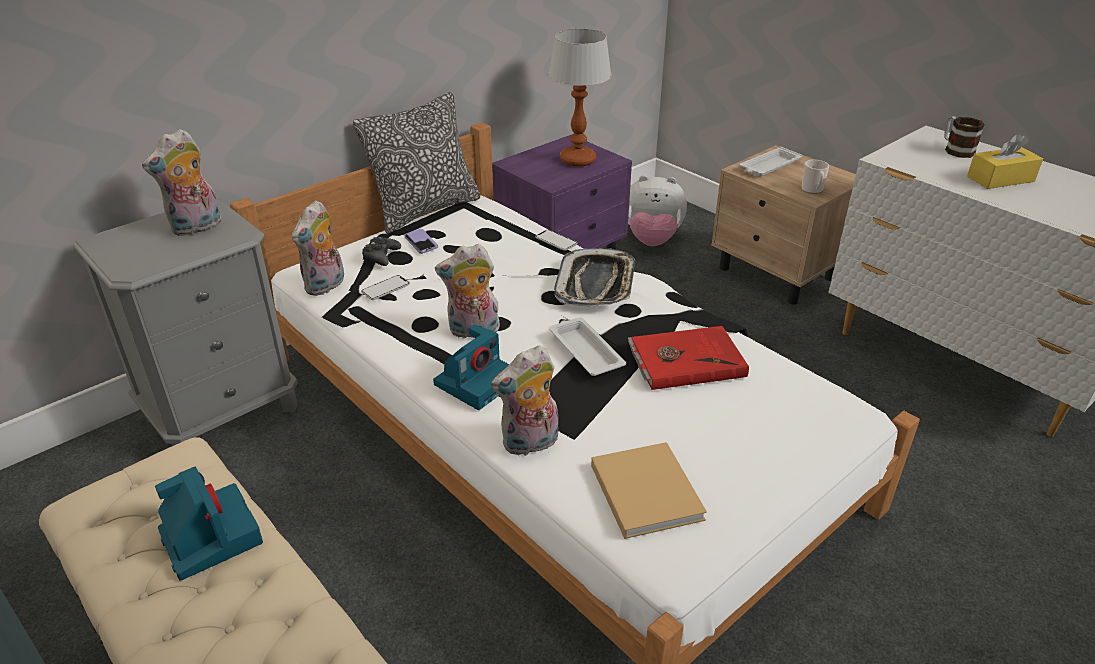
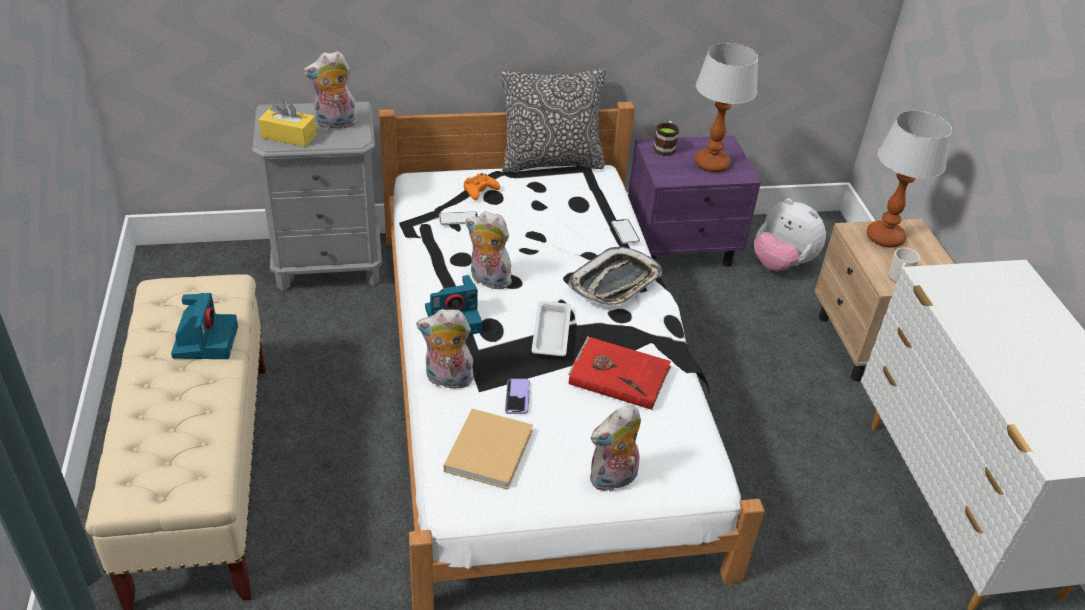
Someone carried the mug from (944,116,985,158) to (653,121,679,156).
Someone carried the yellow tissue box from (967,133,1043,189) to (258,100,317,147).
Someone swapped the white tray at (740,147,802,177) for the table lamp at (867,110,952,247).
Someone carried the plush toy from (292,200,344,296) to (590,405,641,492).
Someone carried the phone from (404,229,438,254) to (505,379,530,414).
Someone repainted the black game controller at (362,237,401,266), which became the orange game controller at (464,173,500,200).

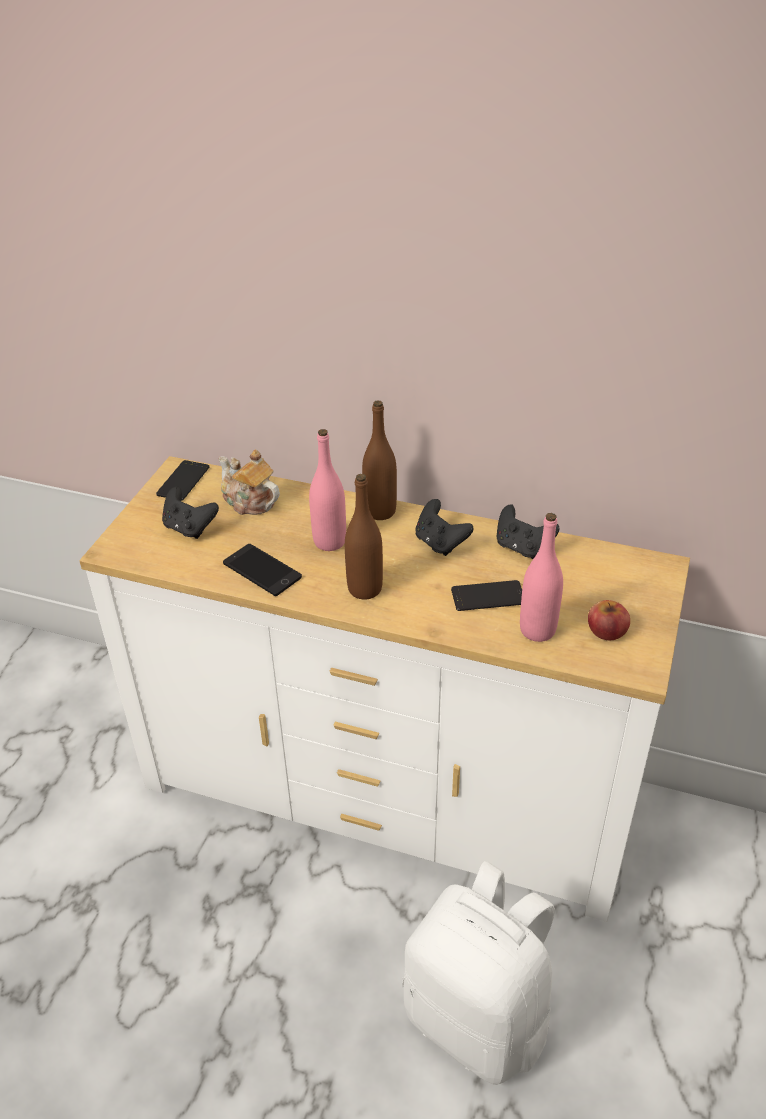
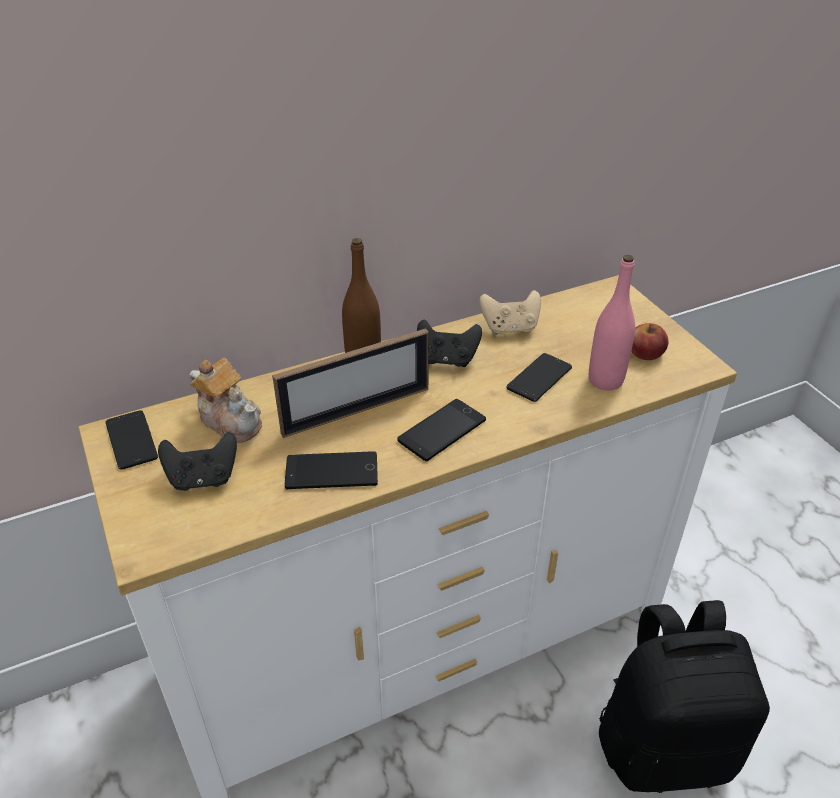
Someone swapped the pink bottle at (309,429,346,551) for the picture frame at (272,328,429,438).
Someone rotated the teapot at (218,449,280,515) by 135 degrees counterclockwise.
Someone swapped the brown bottle at (345,474,383,600) for the phone at (397,399,486,461).
Someone repainted the black game controller at (497,504,559,559), which became the beige game controller at (479,290,541,335).
Someone repainted the white backpack at (402,861,555,1085), which became the black backpack at (599,600,770,793).

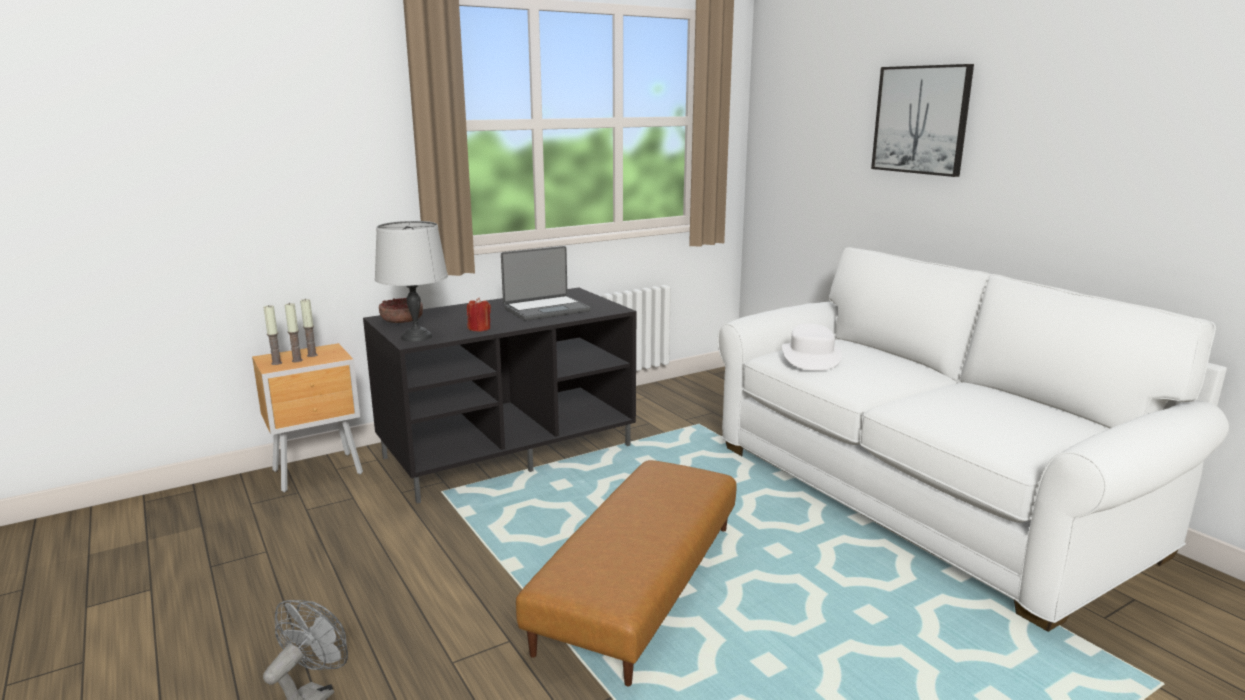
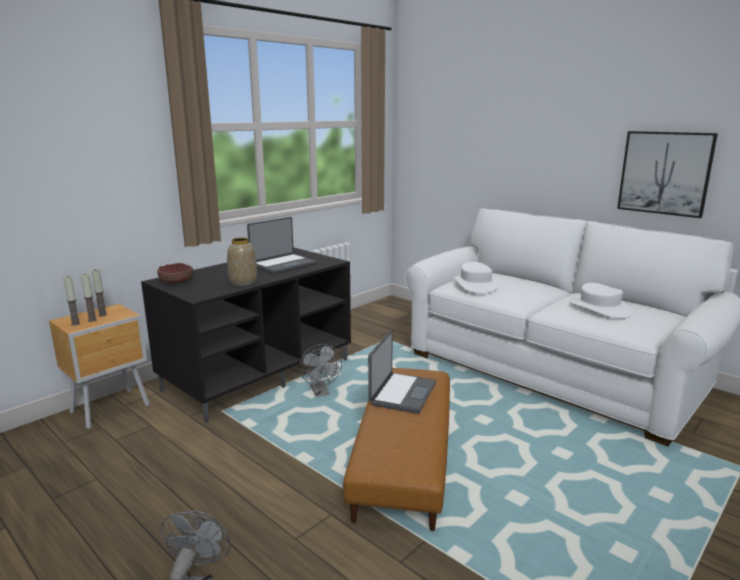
Someone carried the picture from (871,64,974,177) to (617,131,718,218).
Someone took away the grey table lamp at (375,221,448,342).
Someone swapped the red candle at (467,298,491,332) for the vase at (227,238,257,286).
Someone put down the white hat at (569,283,633,319).
Someone put down the laptop at (368,330,436,414).
Someone put down the grey fan at (300,344,342,397).

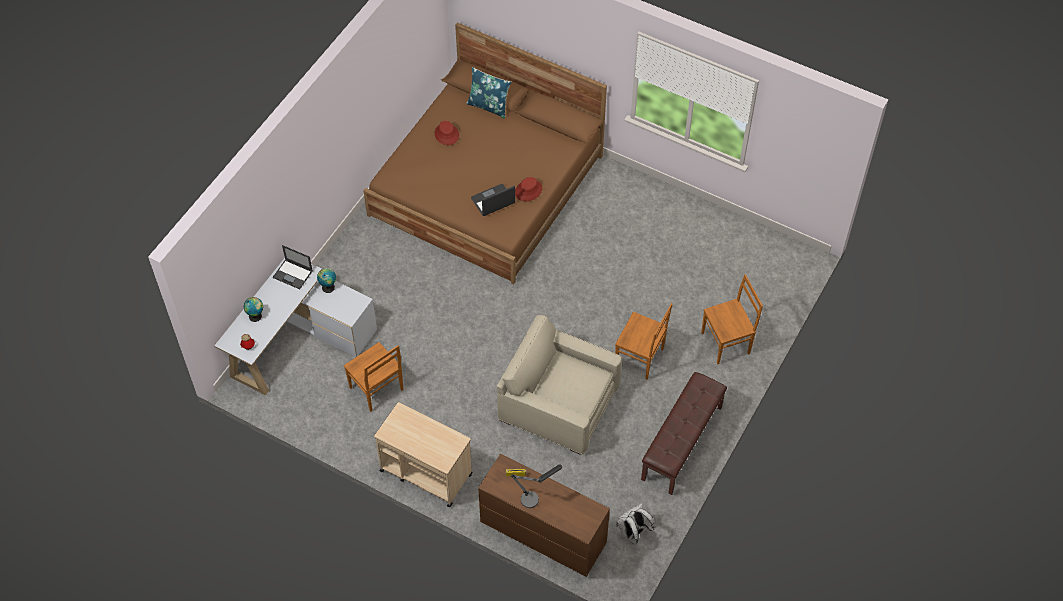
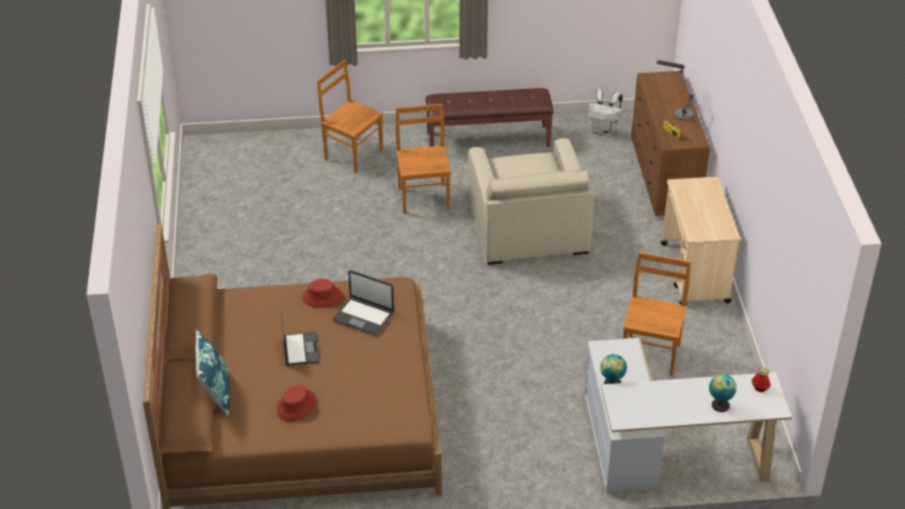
Someone carried the laptop from (273,245,313,289) to (281,311,320,366).

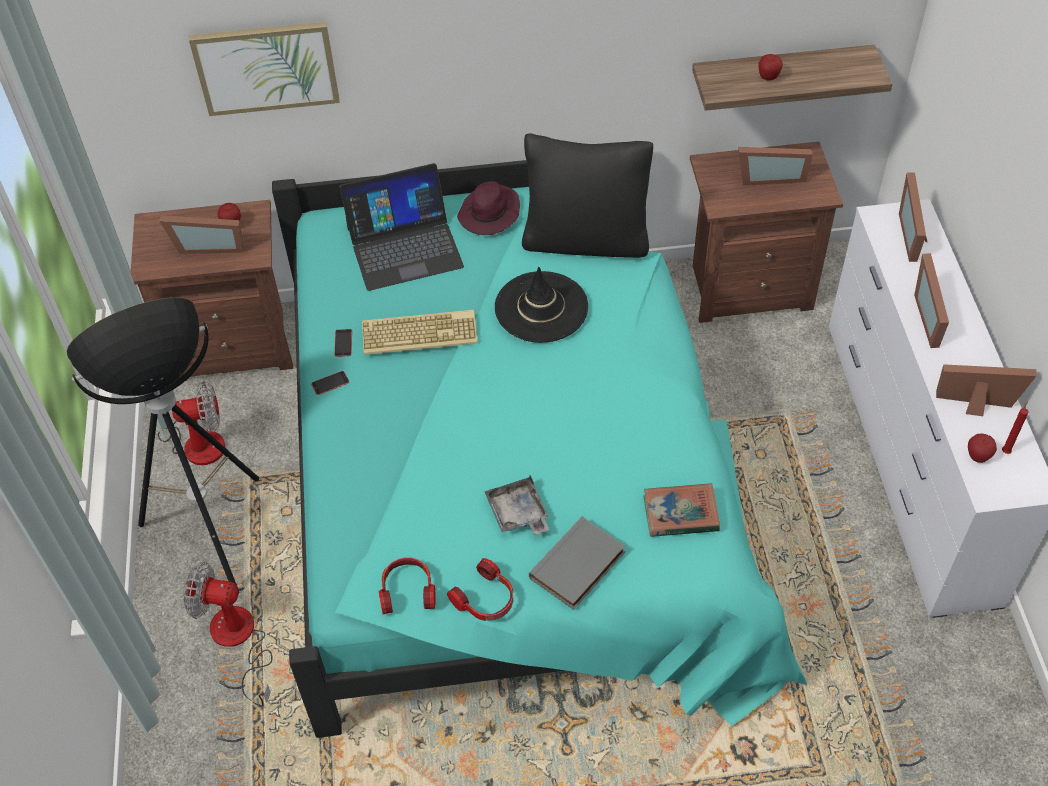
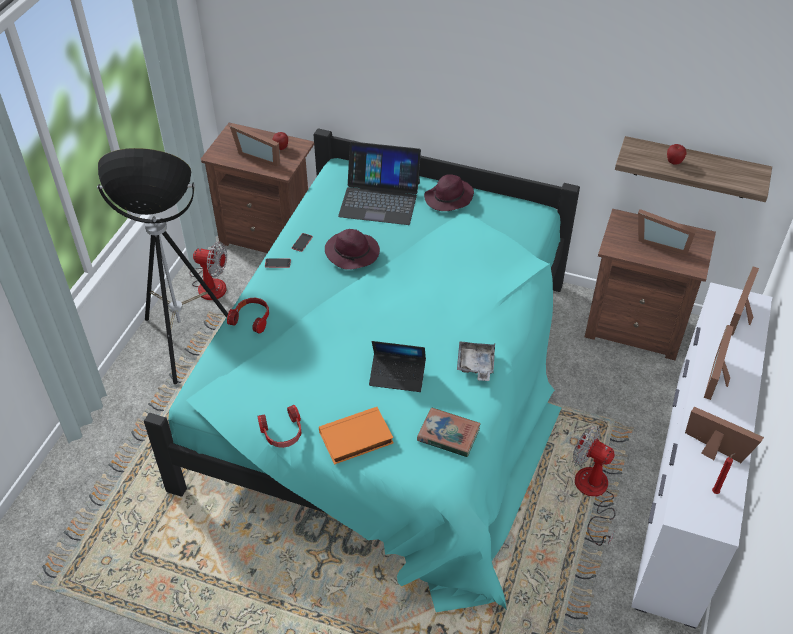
Someone took away the picture at (189,22,340,116).
Someone took away the black pillow at (522,133,653,258).
Someone took away the black hat at (495,267,588,343).
Someone swapped the keyboard at (362,310,478,355) for the purple hat at (325,229,380,270).
Someone took away the apple at (968,433,997,463).
Someone carried the grey tray from (484,475,549,535) to (457,341,495,381).
Someone repainted the grey book at (529,516,625,610), which became the orange book at (319,407,394,465).
Someone carried the headphones from (379,557,435,614) to (227,298,269,333).
Someone carried the fan from (184,561,273,707) to (573,426,615,546).
Someone put down the laptop at (369,341,426,392).

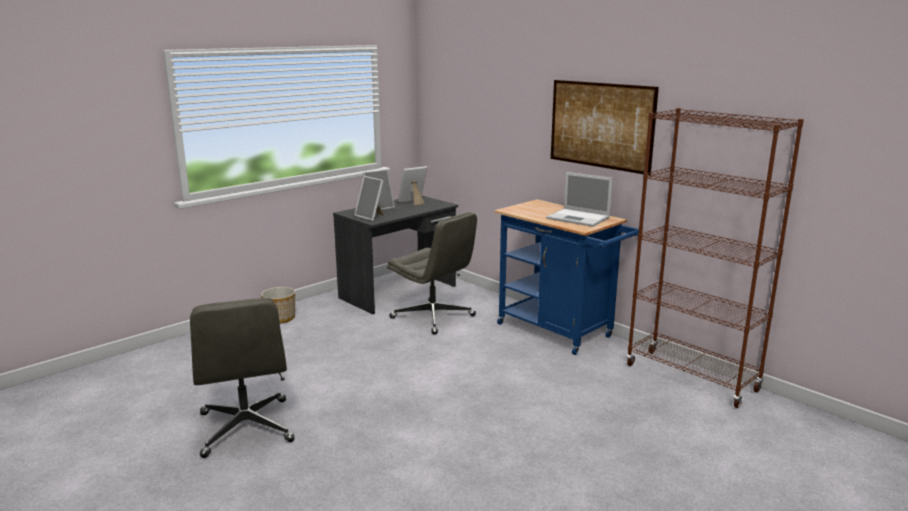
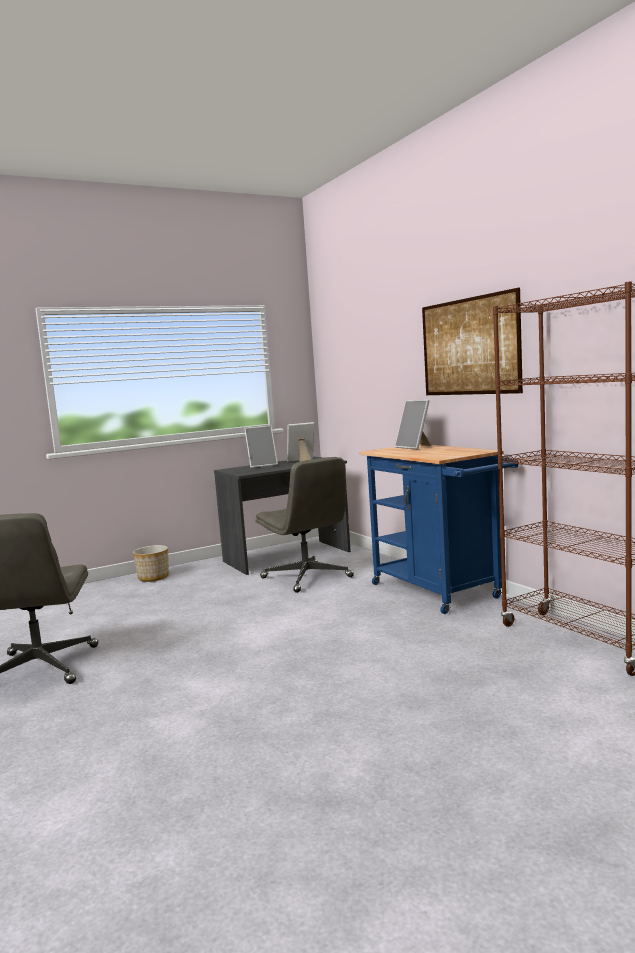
Someone took away the laptop at (546,172,613,227).
Someone carried the picture frame from (354,176,385,221) to (395,400,431,449).

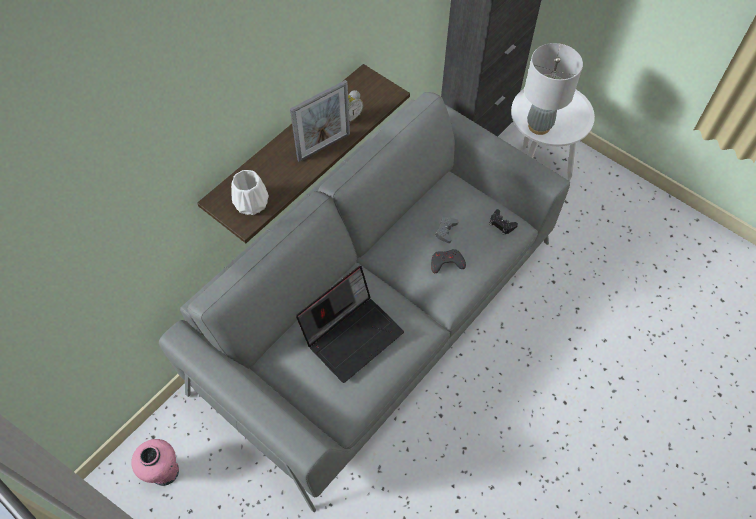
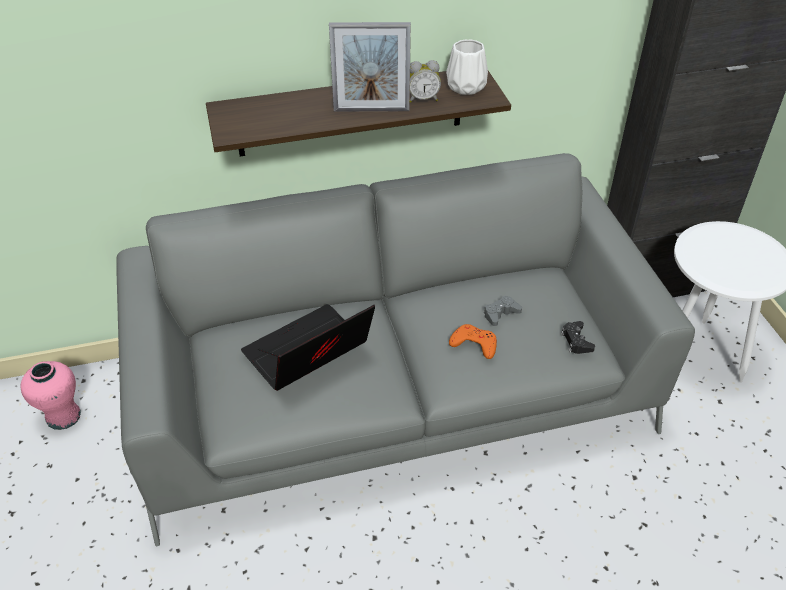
Someone took away the grey table lamp at (524,43,583,135).
Someone carried the white vase from (231,170,269,215) to (446,39,488,95).
Someone repainted the grey game controller at (431,249,466,273), which became the orange game controller at (449,324,497,359).
Someone rotated the laptop at (296,266,404,383) by 150 degrees clockwise.

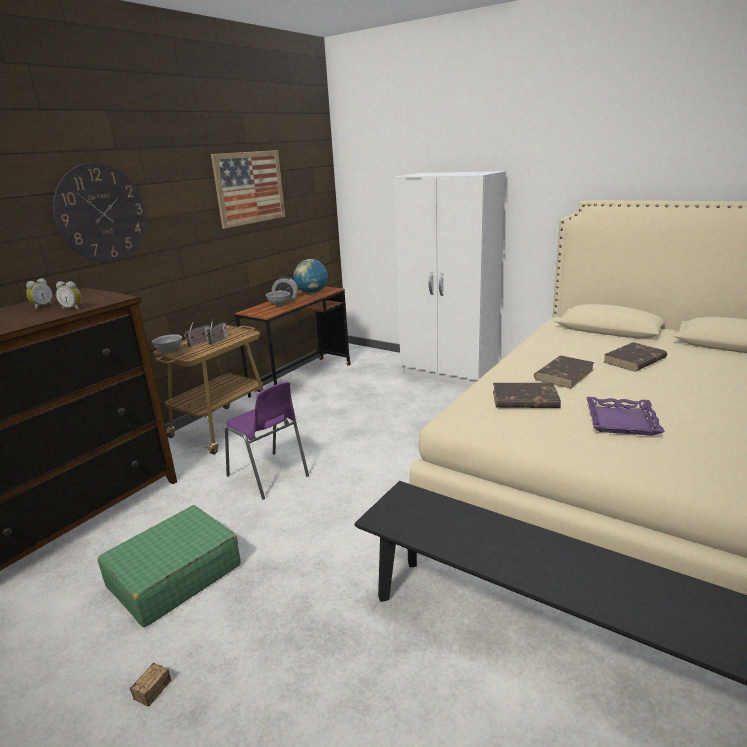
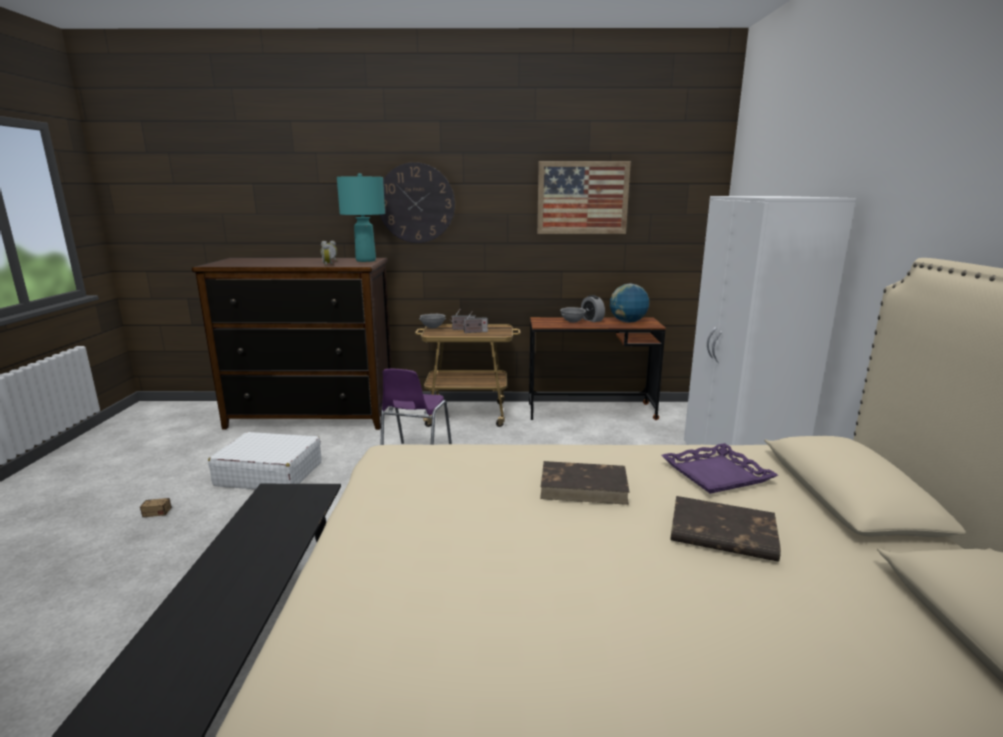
Someone took away the brown book at (493,383,561,408).
Someone carried the purple tray from (586,397,665,436) to (661,443,778,494).
Someone repainted the green suitcase at (98,505,241,627), which became the white suitcase at (208,432,322,489).
Someone put down the turquoise table lamp at (337,173,385,262).

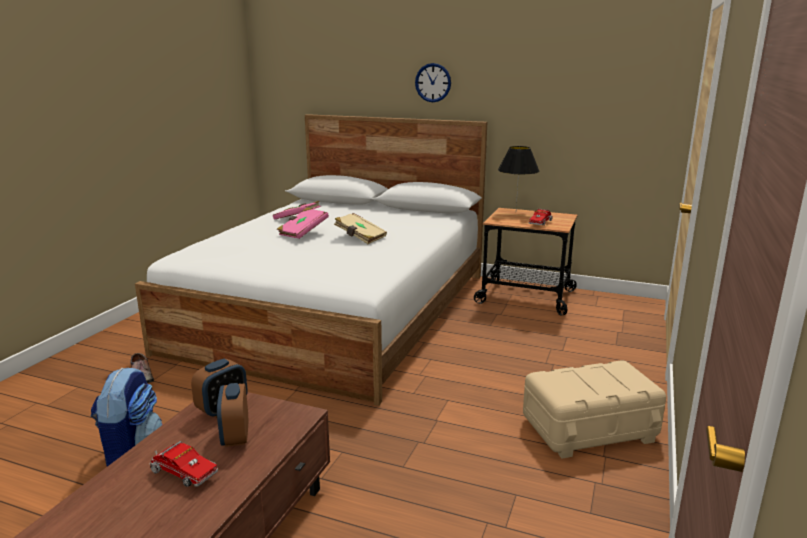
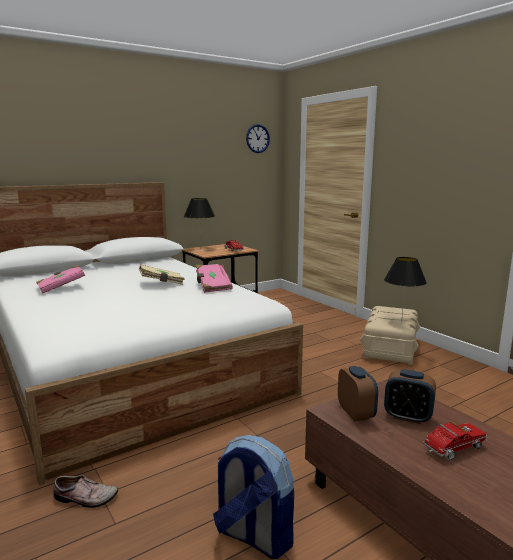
Someone carried the wall clock from (415,63,451,102) to (246,124,270,153).
Someone carried the pink book from (277,207,329,239) to (196,264,233,293).
Someone put down the black table lamp at (384,257,427,322).

